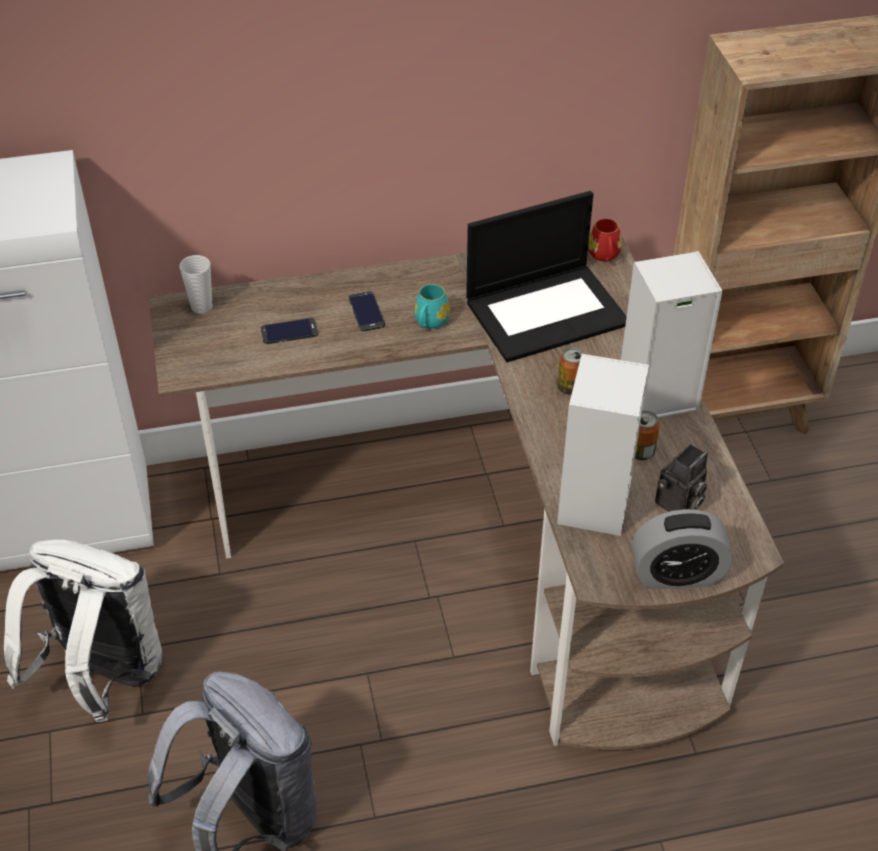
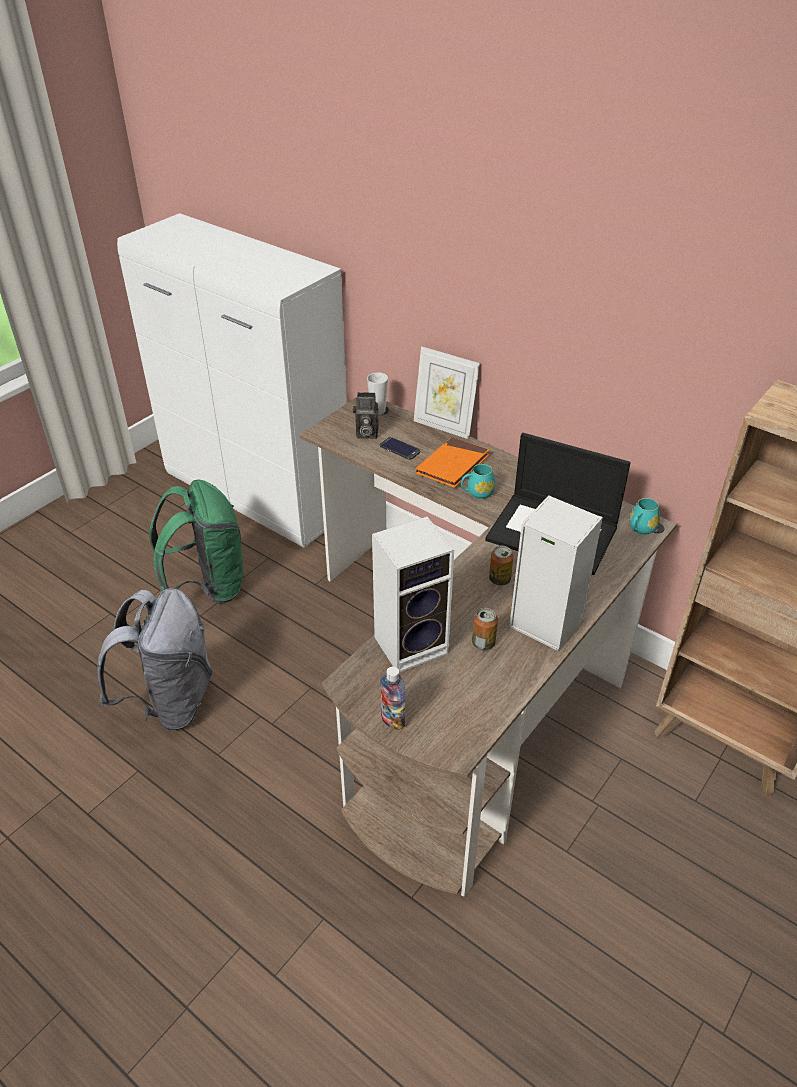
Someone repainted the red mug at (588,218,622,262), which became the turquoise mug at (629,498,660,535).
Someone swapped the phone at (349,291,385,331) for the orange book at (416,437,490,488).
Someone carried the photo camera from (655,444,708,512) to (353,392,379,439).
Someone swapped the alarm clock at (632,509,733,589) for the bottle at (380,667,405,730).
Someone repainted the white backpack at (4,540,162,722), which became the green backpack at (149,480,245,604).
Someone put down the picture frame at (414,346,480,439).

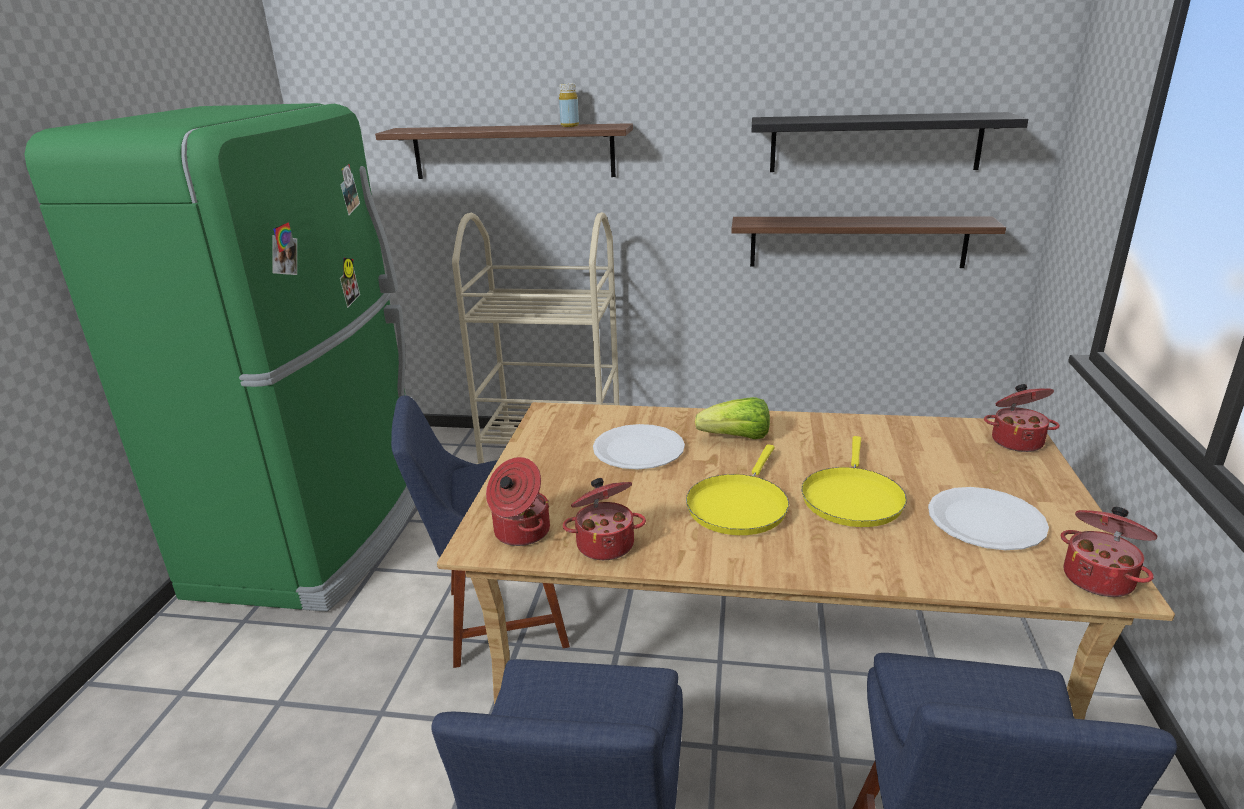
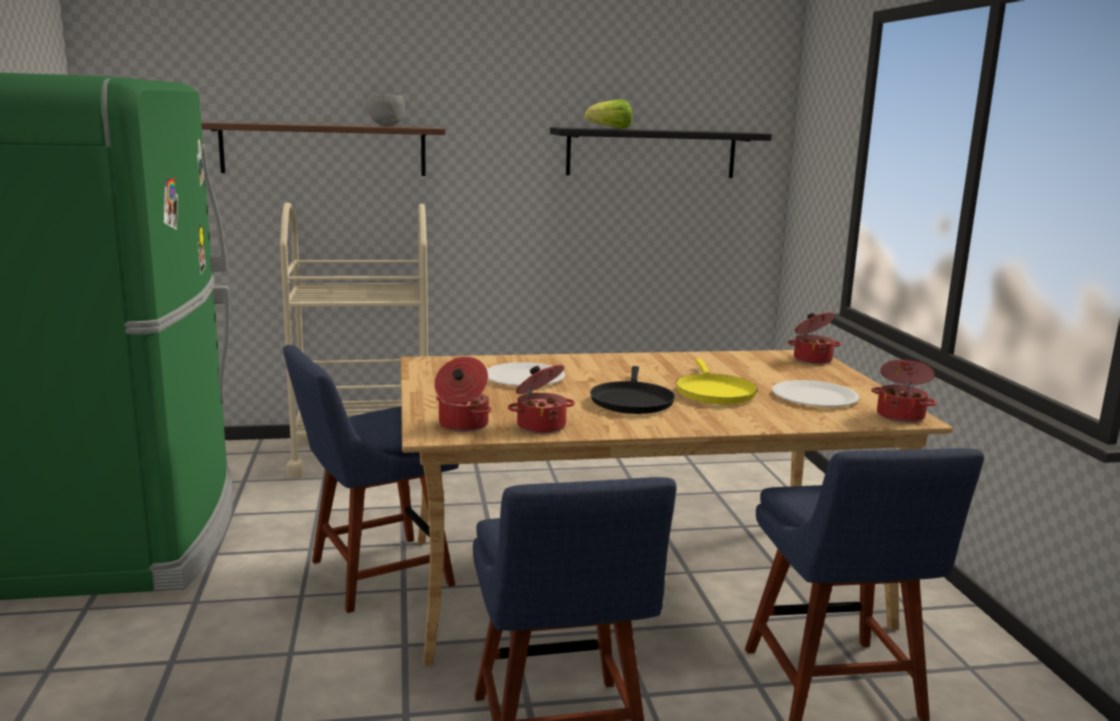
Someone swapped the yellow bottle at (559,83,579,127) for the grey bowl at (365,94,405,126).
Someone took away the shelf at (732,216,1006,268).
Someone carried the lettuce from (695,397,770,439) to (585,99,632,129).
Someone repainted the yellow frying pan at (686,444,789,535), which became the black frying pan at (590,366,675,414).

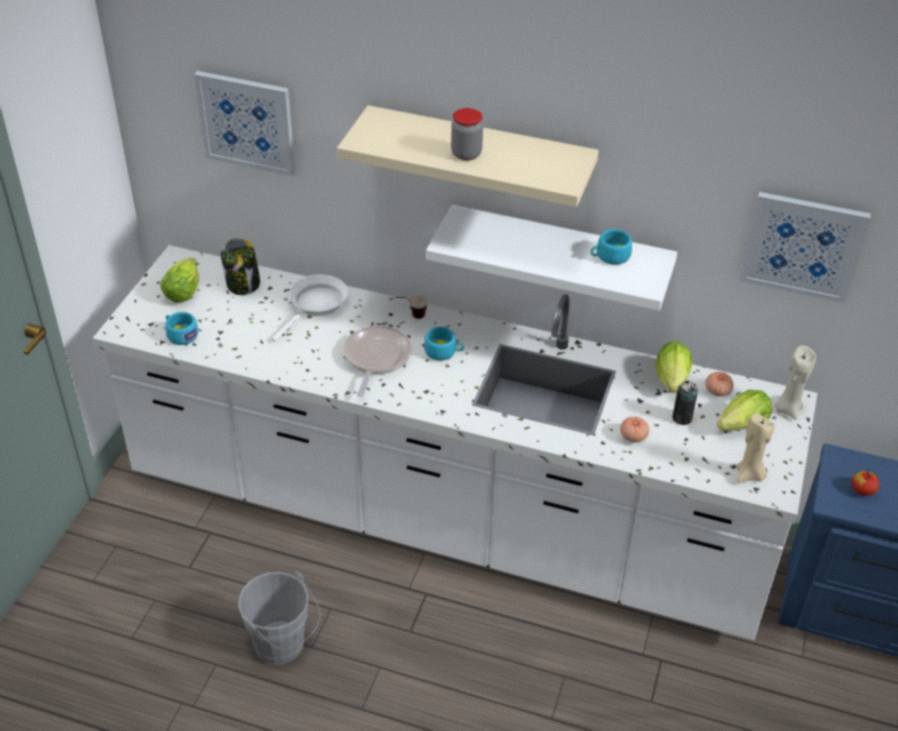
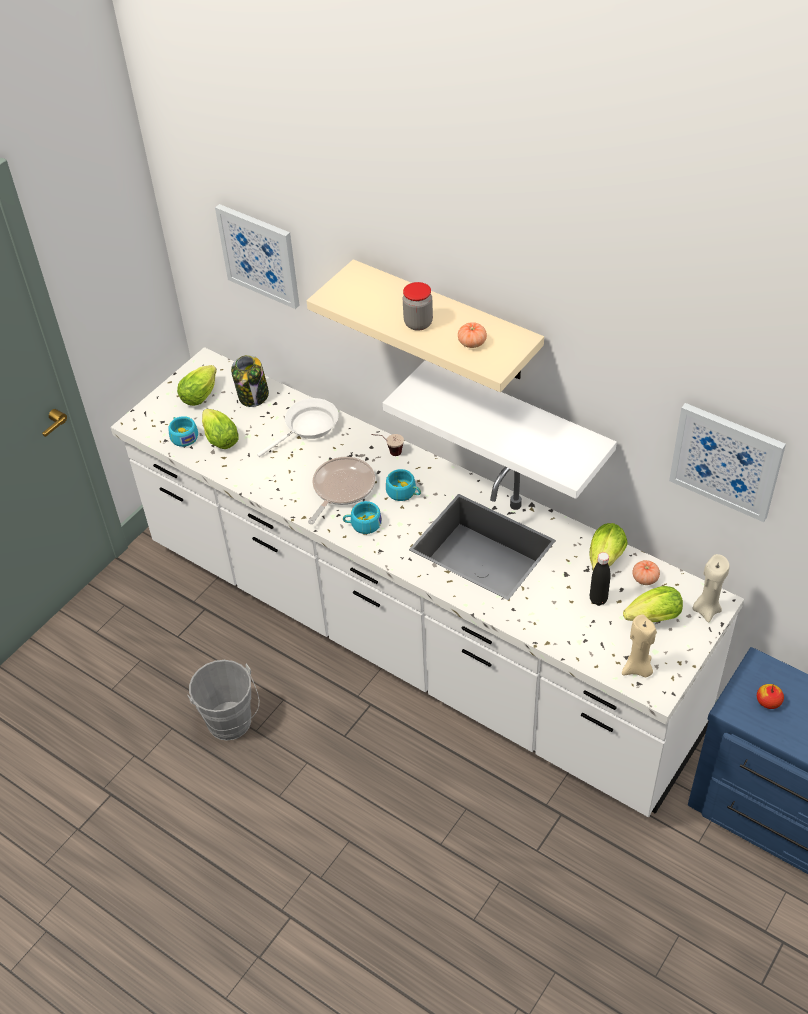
Someone carried the turquoise cup from (590,229,632,265) to (343,501,382,534).
Someone swapped the can at (672,381,698,425) for the black bottle at (590,552,611,606).
Someone carried the tomato from (620,416,649,443) to (458,322,487,348).
Someone put down the lettuce at (202,409,239,449).

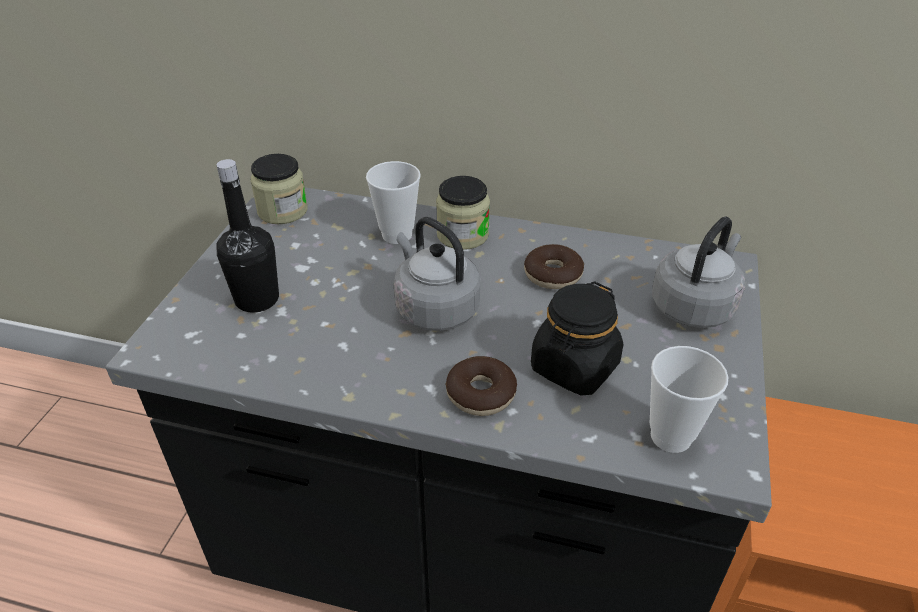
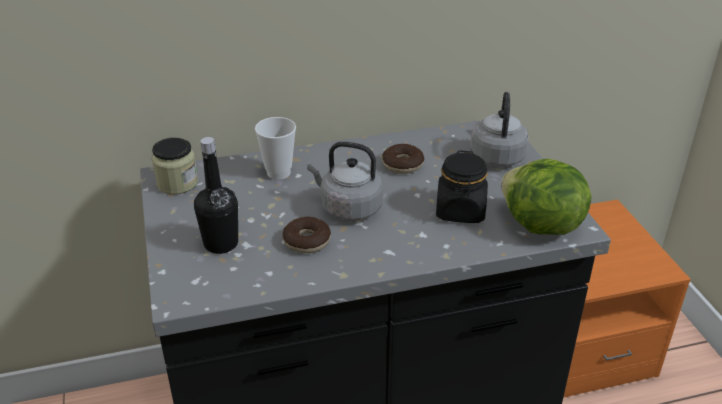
Someone took away the jar at (436,176,490,250).
Someone swapped the cup at (650,346,728,453) for the lettuce at (501,159,591,235).
Someone carried the donut from (446,356,517,416) to (282,217,331,253).

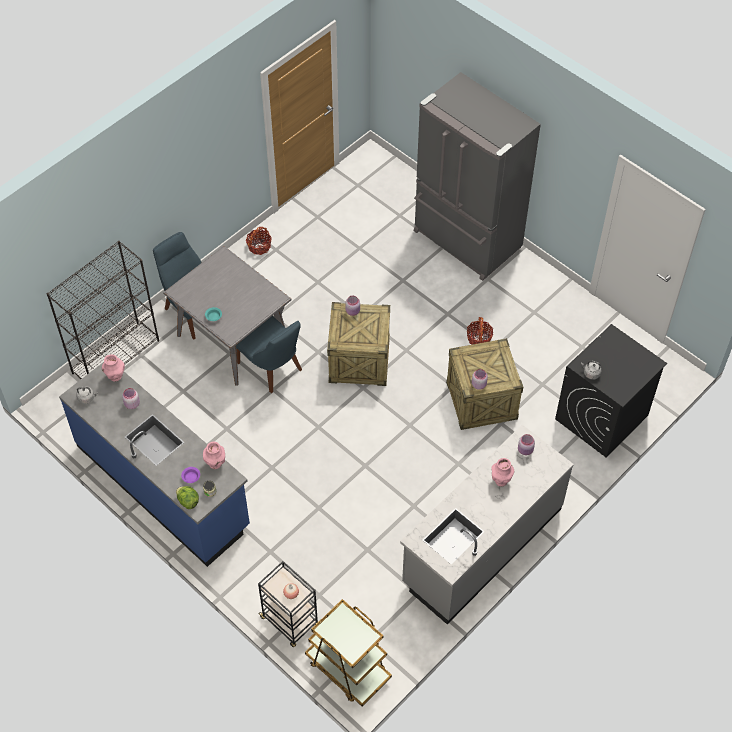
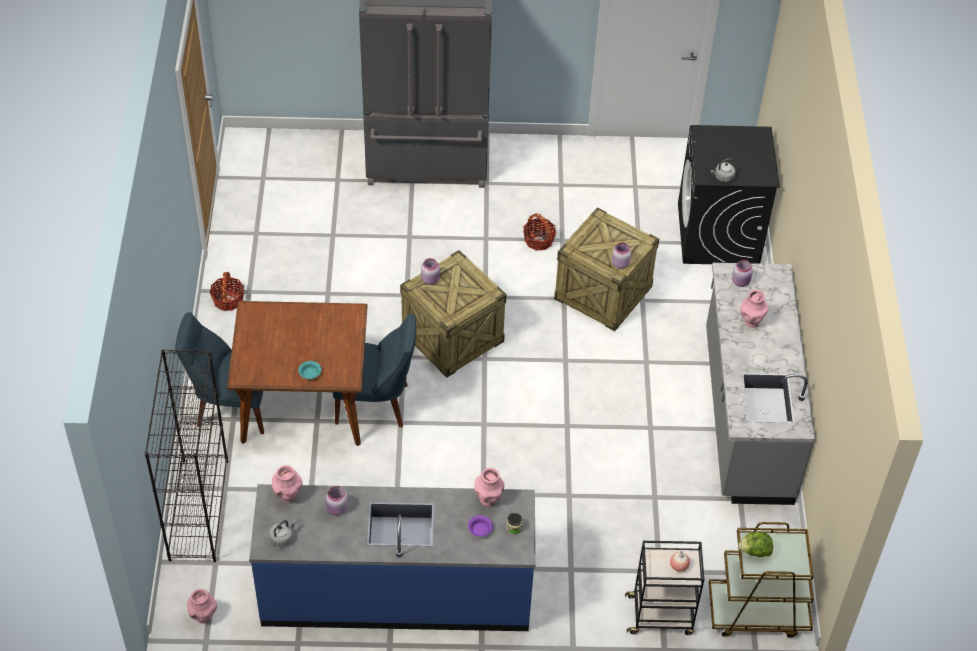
Someone repainted the grey dining table at (163,246,292,386), which became the brown dining table at (227,301,367,446).
Someone carried the lettuce from (176,486,199,509) to (739,532,773,557).
Someone put down the pink vase at (187,589,217,623).

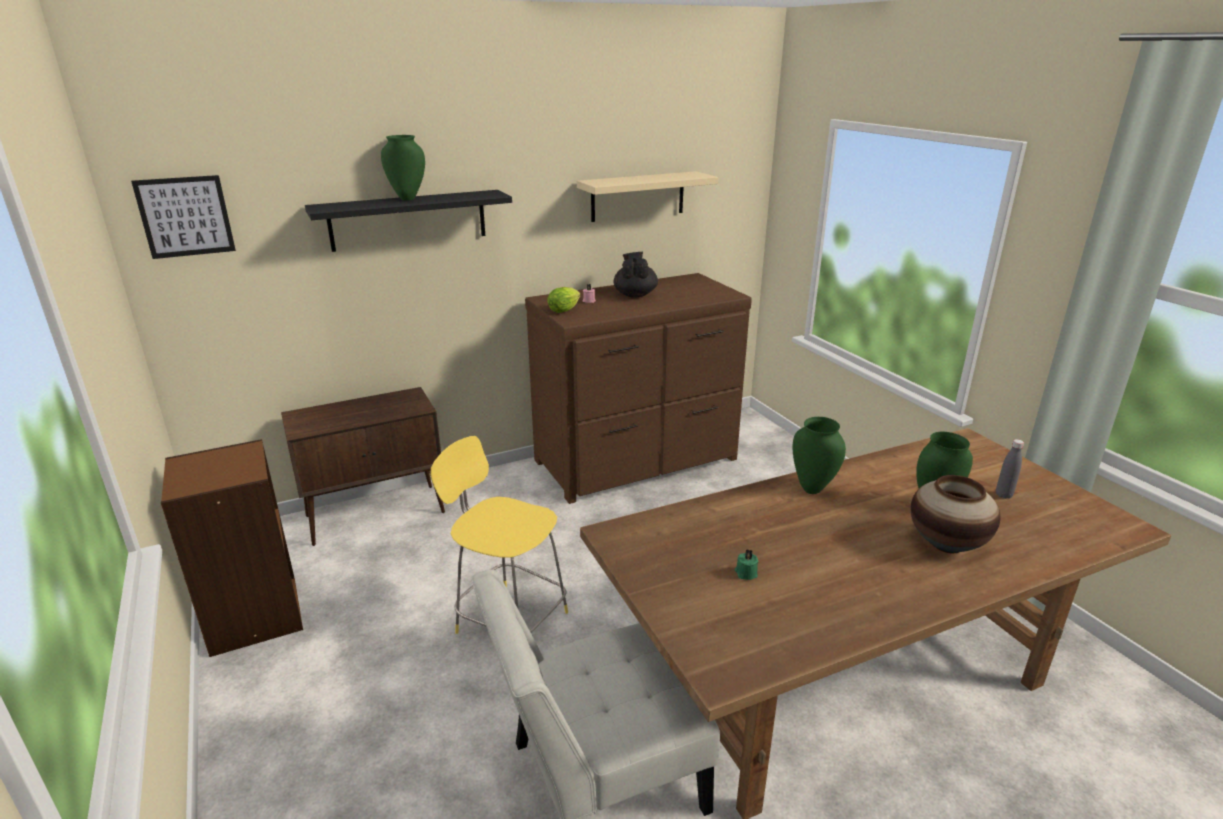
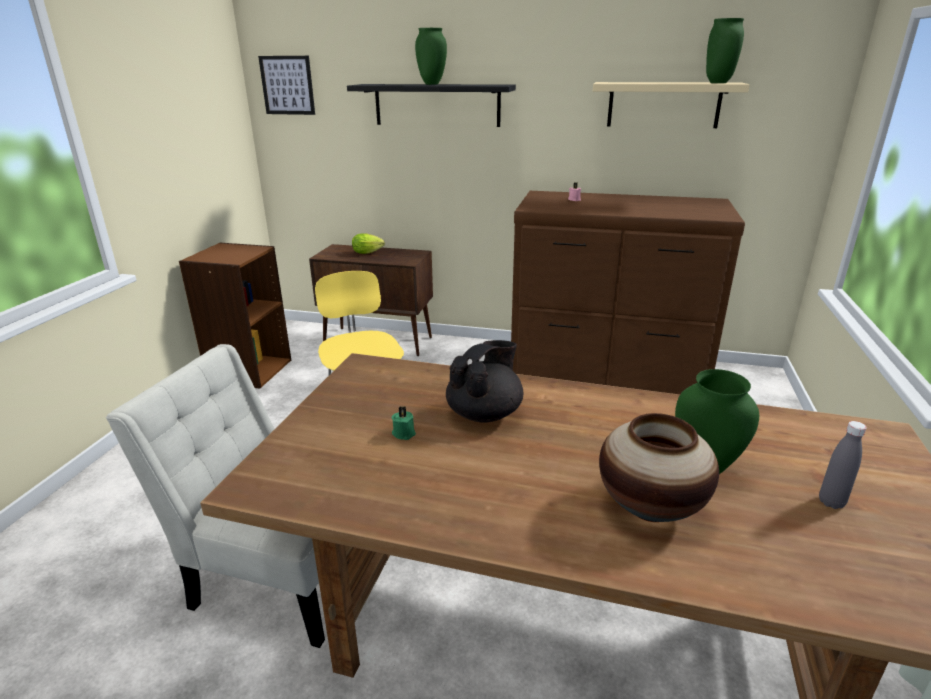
Someone carried the black teapot from (614,252,658,298) to (446,340,523,422).
Someone carried the lettuce from (547,287,580,313) to (352,234,385,254).
Someone carried the green vase from (792,417,846,494) to (706,18,744,83).

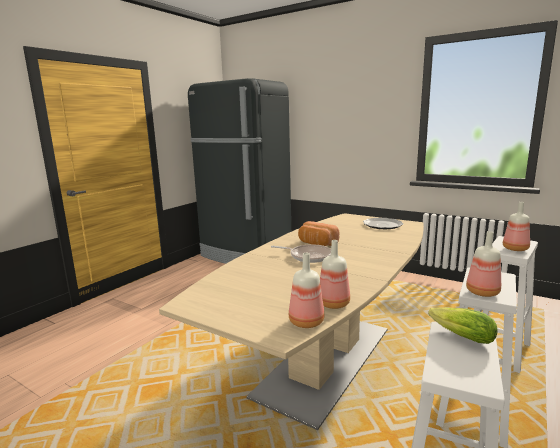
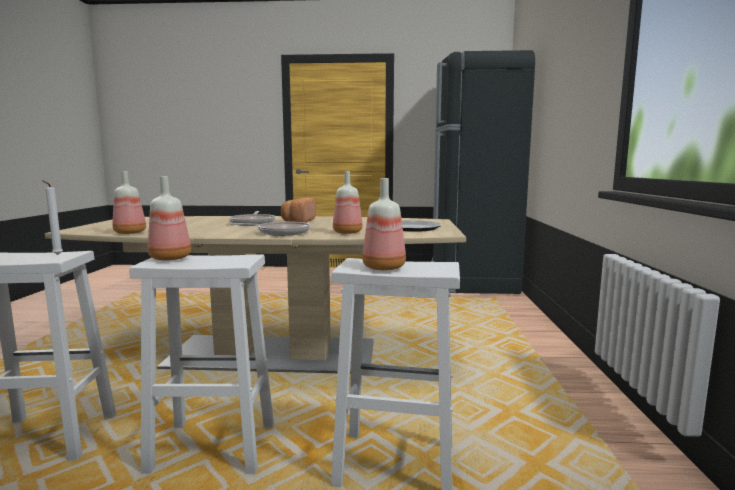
Someone carried the bottle from (289,253,324,328) to (333,171,363,234).
Someone swapped the lettuce at (428,307,498,344) for the white candle at (42,180,63,255).
Someone put down the frying pan at (231,222,311,236).

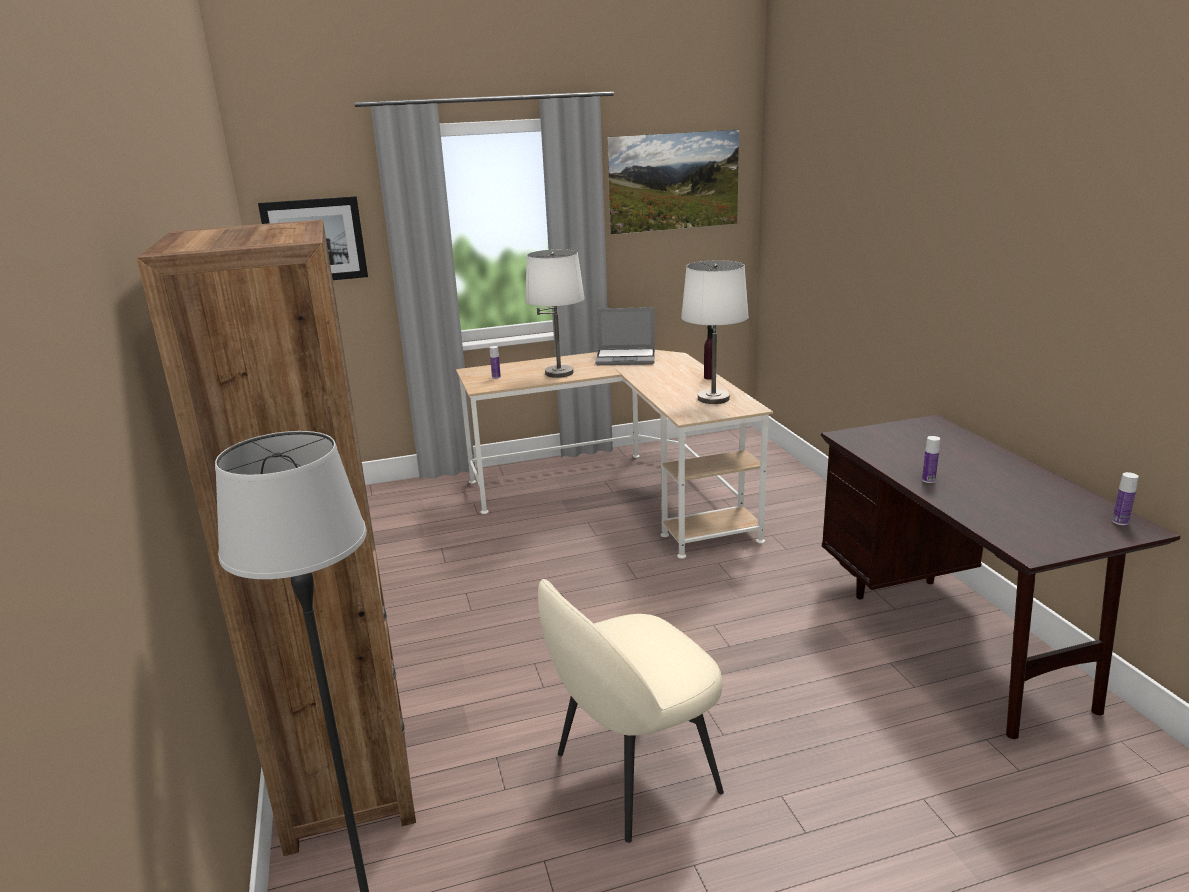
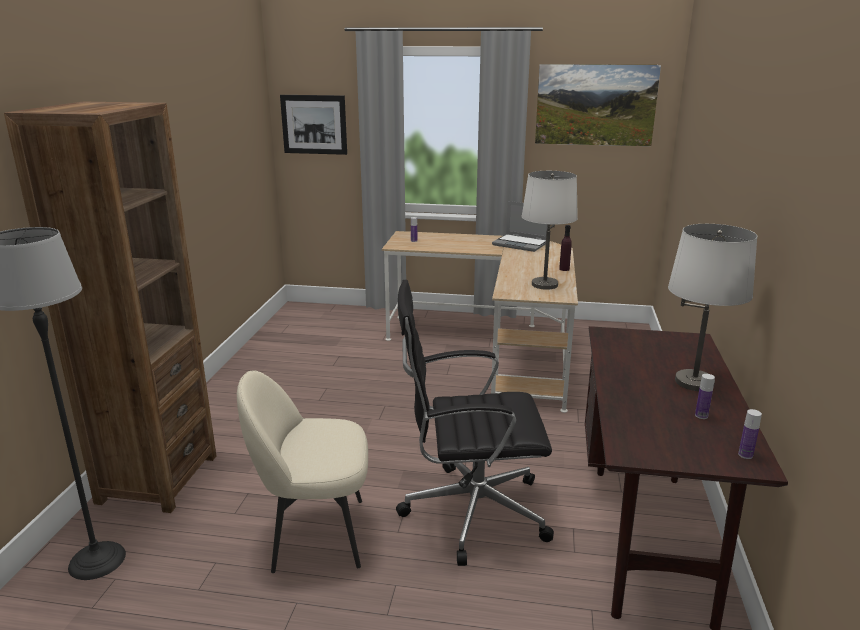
Someone carried the white table lamp from (525,249,585,378) to (668,224,757,391).
Someone carried the bottle from (922,436,940,483) to (695,374,715,419).
Someone put down the black office chair at (396,279,554,566).

